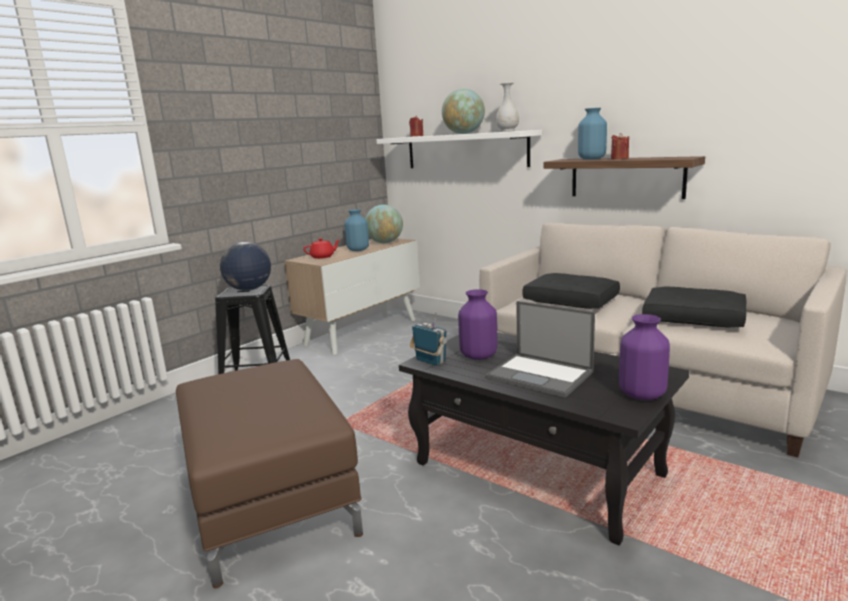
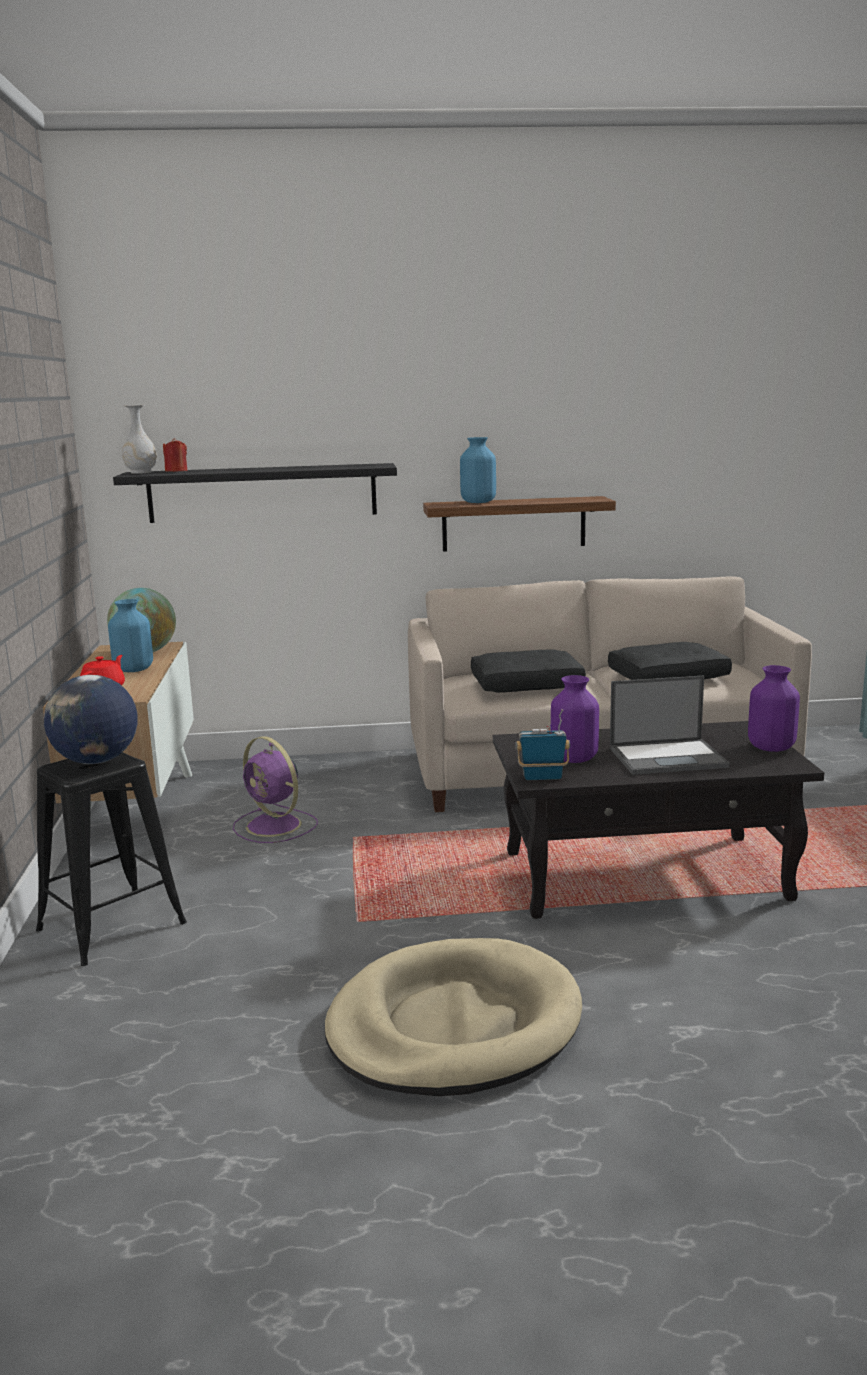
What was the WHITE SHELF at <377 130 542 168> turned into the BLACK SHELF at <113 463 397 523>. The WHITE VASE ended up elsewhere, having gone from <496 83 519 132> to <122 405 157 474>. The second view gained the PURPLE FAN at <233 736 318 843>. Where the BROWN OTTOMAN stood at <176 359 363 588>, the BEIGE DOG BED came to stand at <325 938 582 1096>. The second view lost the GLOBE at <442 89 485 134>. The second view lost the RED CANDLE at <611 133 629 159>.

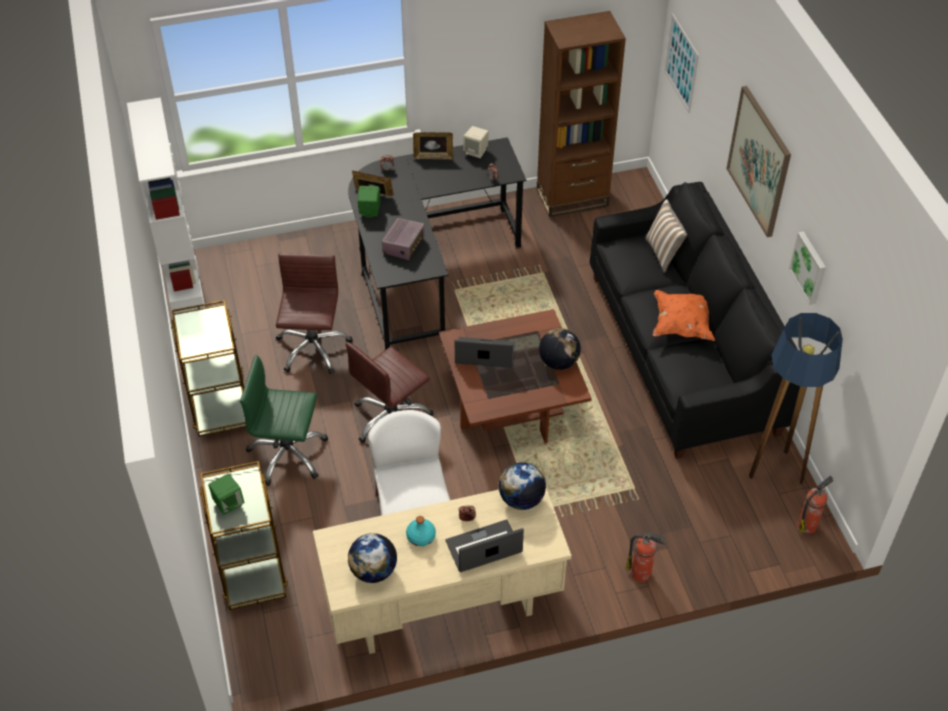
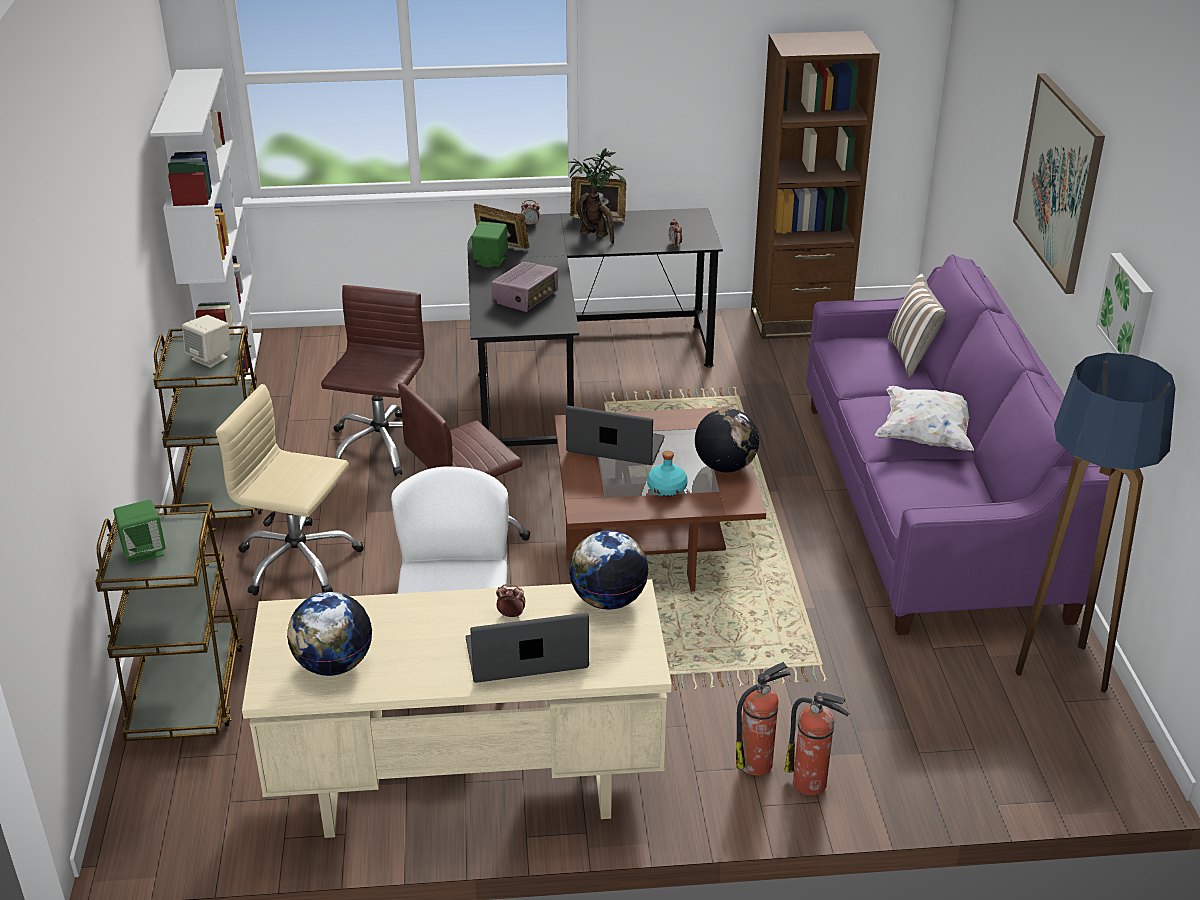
The BEIGE SPEAKER ended up elsewhere, having gone from <463 126 489 158> to <182 315 231 368>. What was the GREEN OFFICE CHAIR at <240 355 328 486> turned into the BEIGE OFFICE CHAIR at <215 384 364 596>. The second view gained the POTTED PLANT at <569 147 626 244>. The TURQUOISE BOTTLE ended up elsewhere, having gone from <406 516 436 546> to <647 451 688 497>. The FIRE EXTINGUISHER ended up elsewhere, having gone from <798 476 833 534> to <736 662 791 776>. What was the BLACK SOFA at <590 182 800 459> turned into the PURPLE SOFA at <806 254 1109 635>. What was the ORANGE PILLOW at <653 290 715 341> turned into the WHITE PILLOW at <875 386 974 451>. The second view lost the PICTURE at <664 13 699 113>.

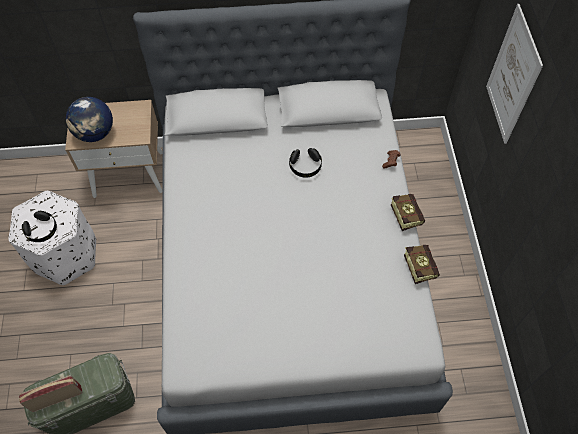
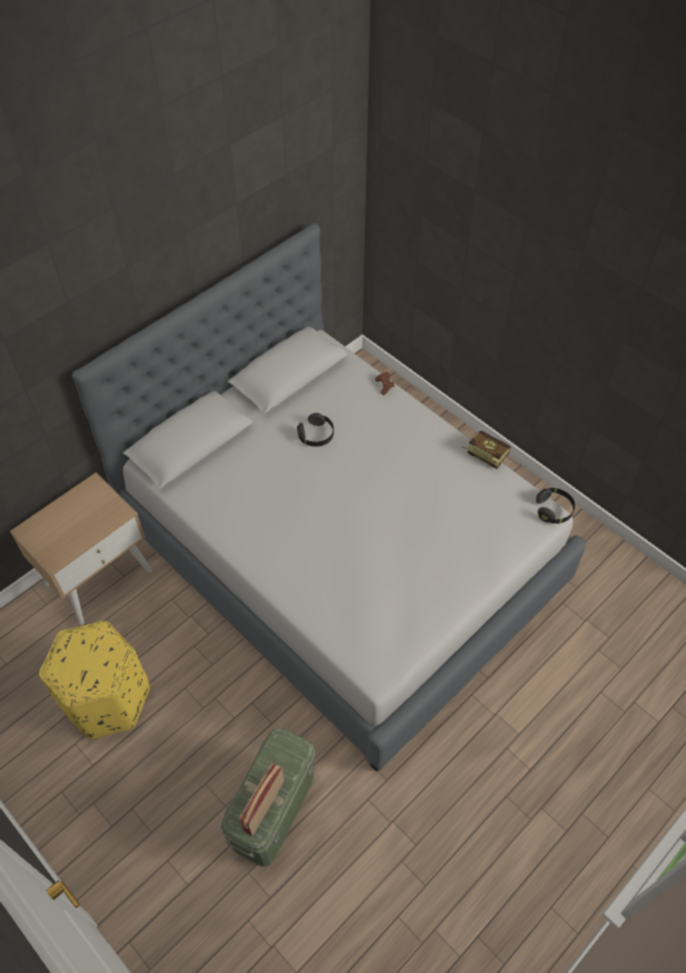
What was the WHITE OTTOMAN at <8 191 96 285> turned into the YELLOW OTTOMAN at <39 621 150 739>. The BLACK HEADPHONES ended up elsewhere, having gone from <22 211 57 242> to <536 488 575 524>. The second view lost the GLOBE at <66 97 113 142>. The second view lost the BOOK at <391 194 425 231>. The second view lost the PICTURE at <486 4 543 144>.

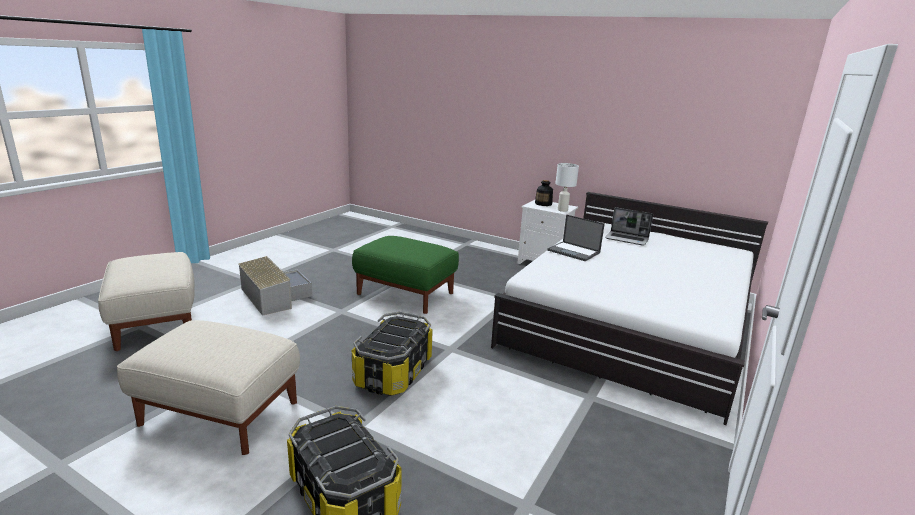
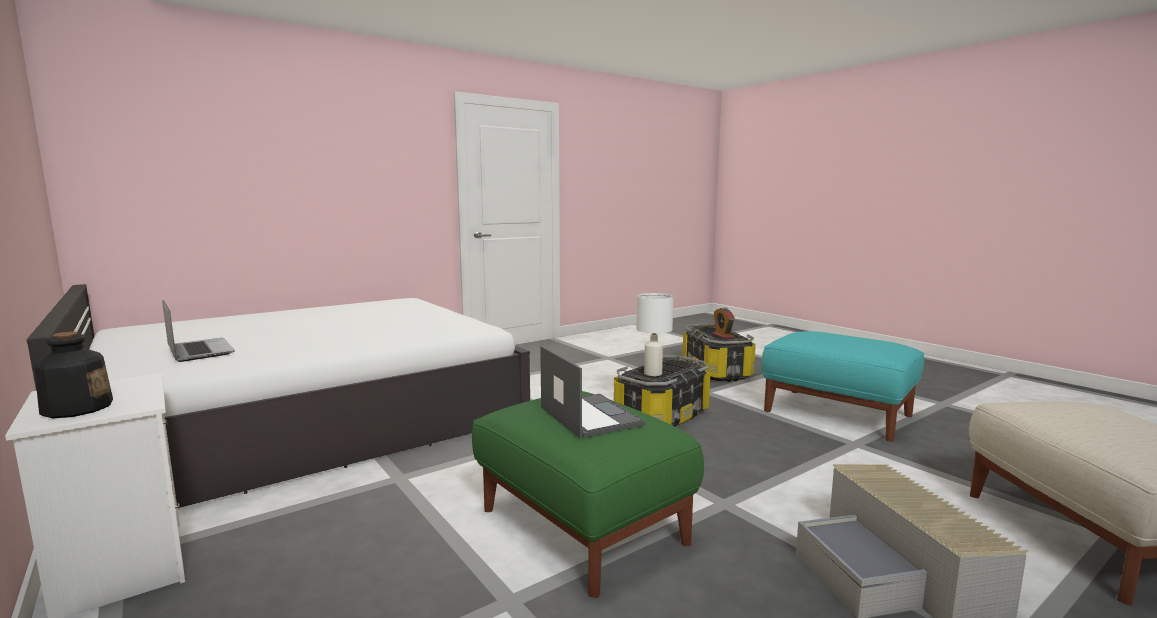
The LAPTOP ended up elsewhere, having gone from <547 214 605 261> to <540 346 645 439>. The WHITE TABLE LAMP ended up elsewhere, having gone from <555 163 579 212> to <636 293 673 376>. The second view gained the ALARM CLOCK at <712 307 735 339>. What was the BEIGE OTTOMAN at <117 320 300 455> turned into the TURQUOISE OTTOMAN at <761 331 924 441>.

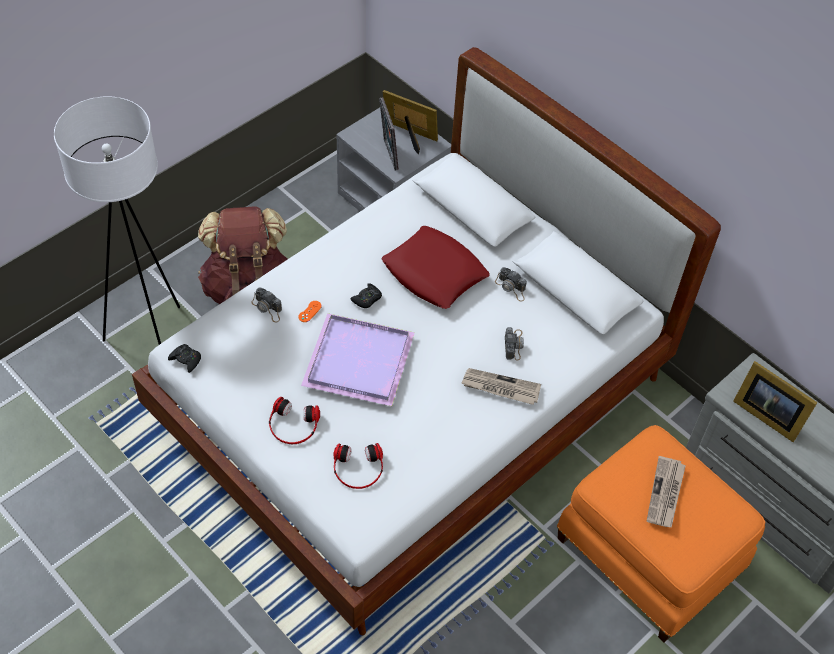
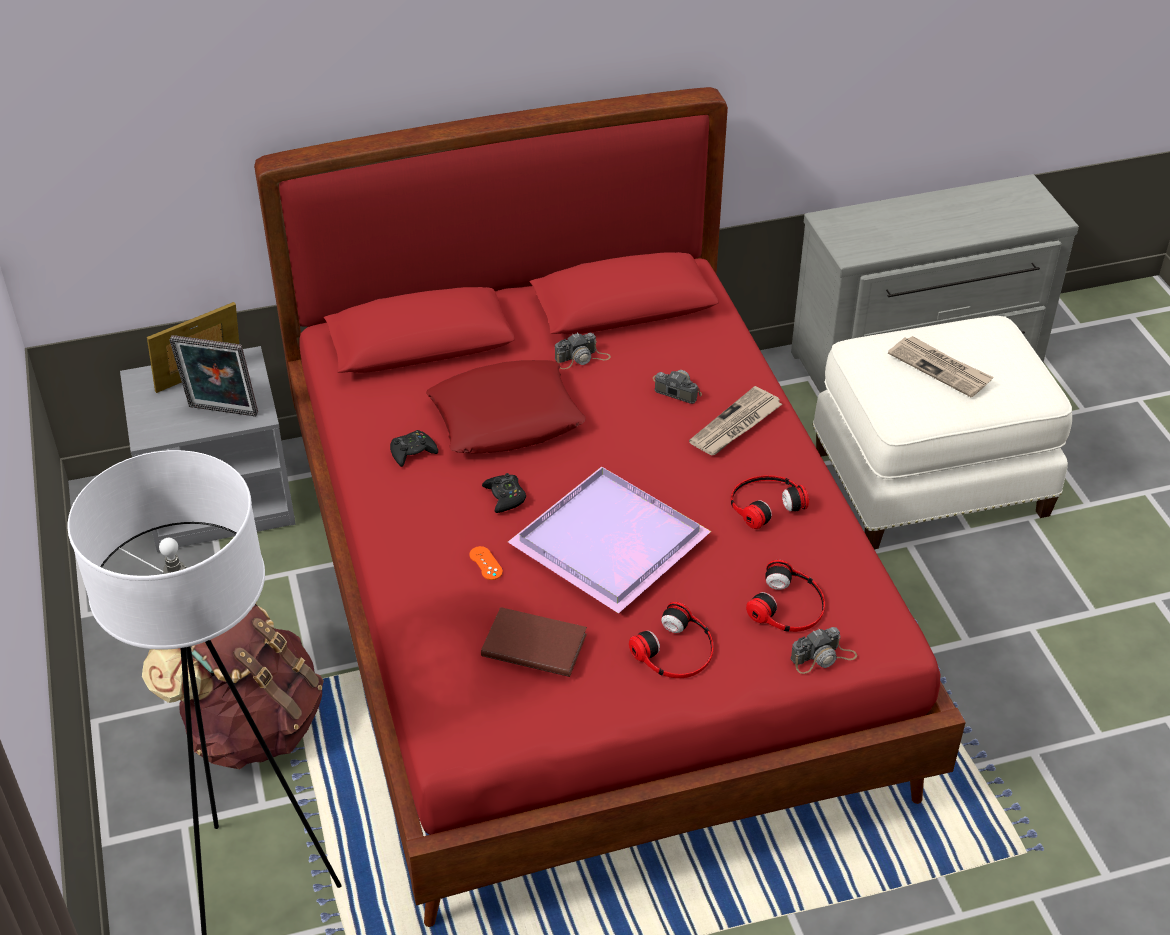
What was the WHITE BED at <132 47 721 635> turned into the RED BED at <254 87 966 927>. The BLACK GAME CONTROLLER ended up elsewhere, having gone from <168 344 201 373> to <390 430 438 467>. The second view gained the BROWN BOOK at <481 607 587 677>. The second view gained the HEADPHONES at <731 475 809 529>. The PHOTO CAMERA ended up elsewhere, having gone from <251 287 282 322> to <790 627 857 674>. What was the ORANGE OTTOMAN at <557 425 765 643> turned into the WHITE OTTOMAN at <812 316 1072 549>. The second view lost the PICTURE FRAME at <733 361 818 442>.

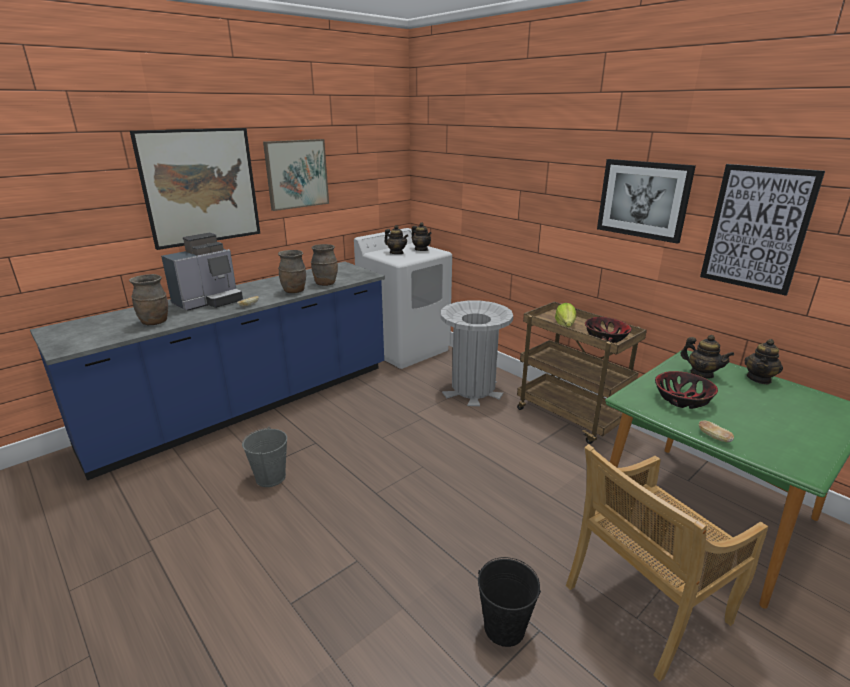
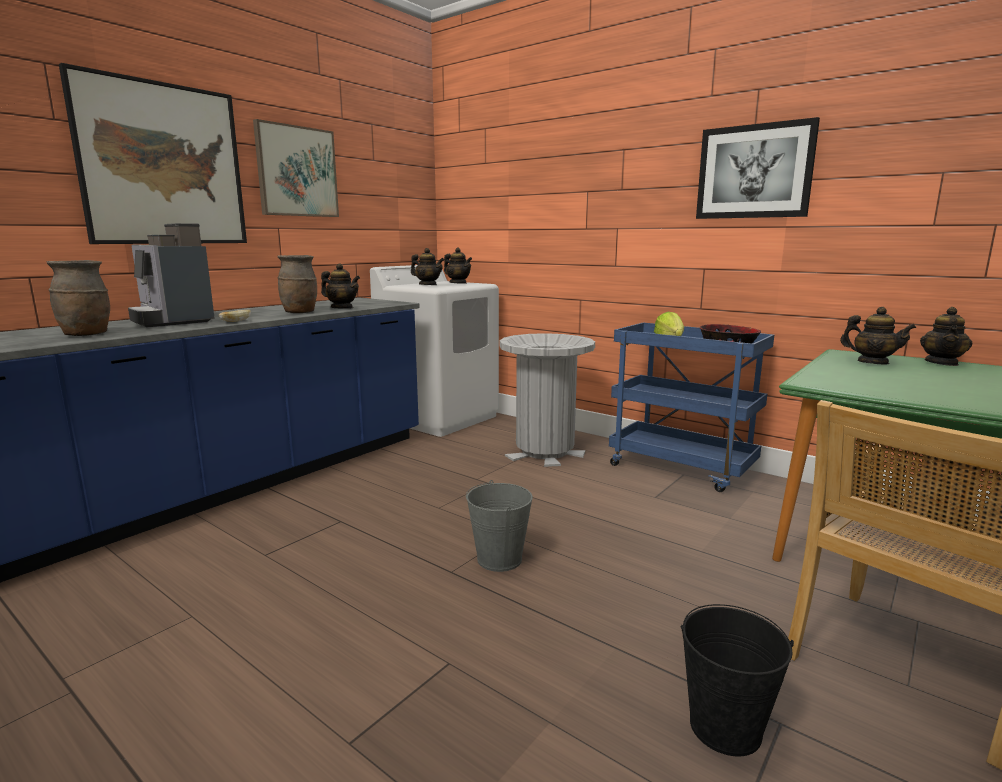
The COFFEE MACHINE at <161 233 243 311> ended up facing another way, 105 degrees clockwise from before. Where the BROWN VASE stood at <311 244 338 286>, the TEAPOT came to stand at <321 263 360 309>. The GREY BUCKET ended up elsewhere, having gone from <242 427 287 487> to <466 480 533 572>. What was the BROWN CART at <517 302 647 444> turned into the BLUE CART at <609 323 774 492>. The second view lost the BOWL at <655 371 718 409>. The second view lost the BREAD at <698 420 734 442>. The second view lost the PICTURE at <700 164 825 296>.

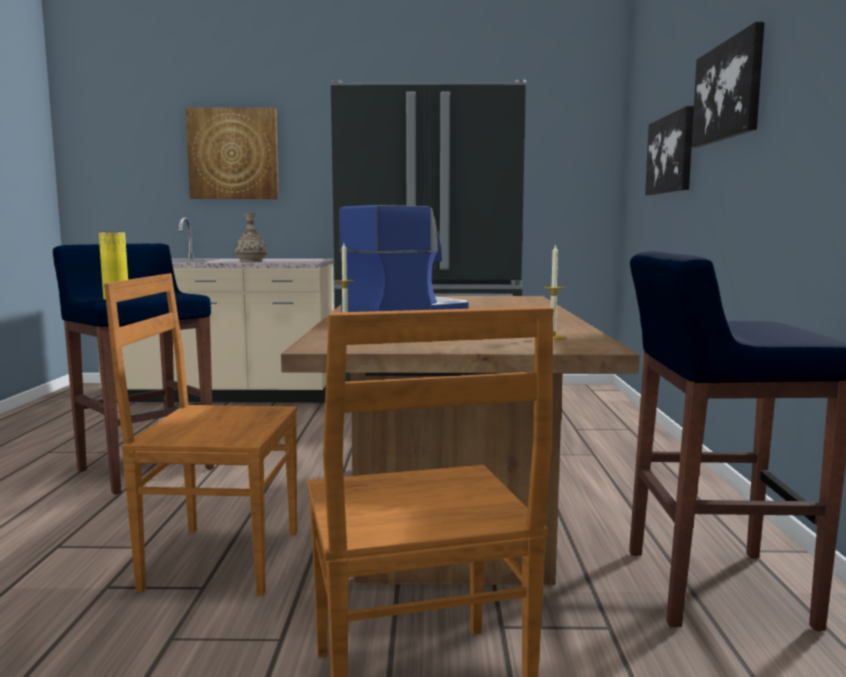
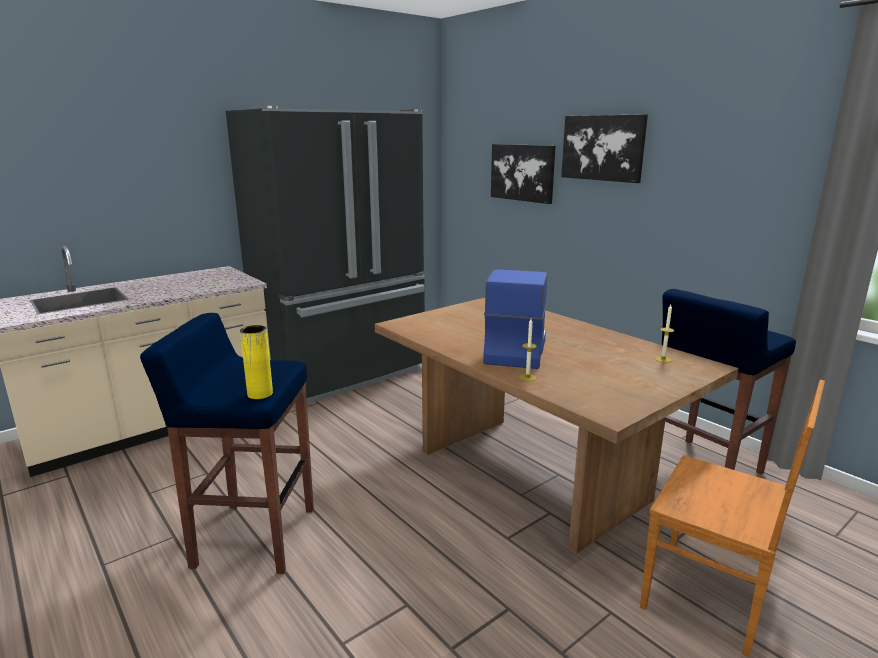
The second view lost the BROWN CHAIR at <104 273 297 596>. The second view lost the PICTURE at <186 107 279 199>. The second view lost the VASE at <235 213 267 262>.

